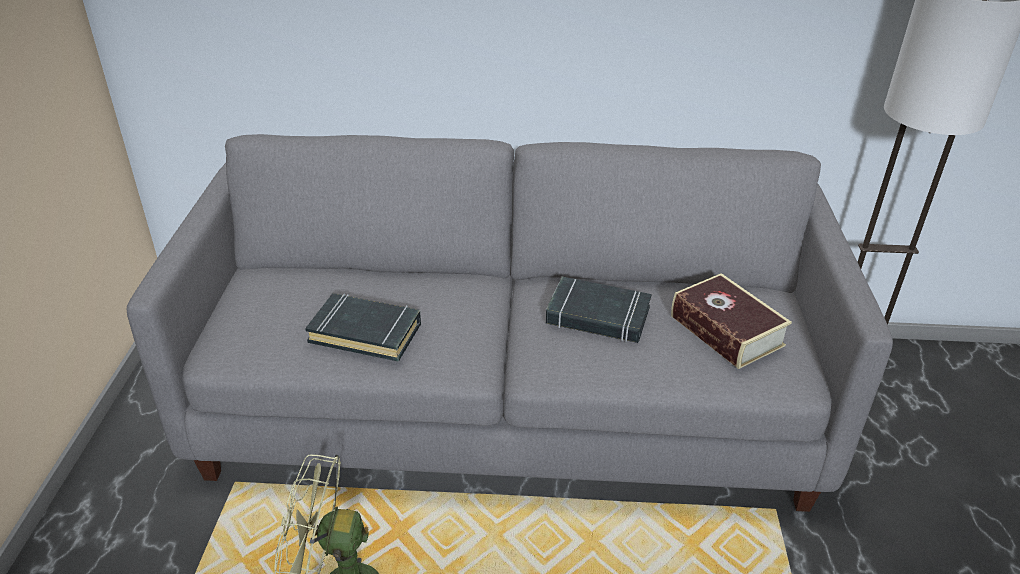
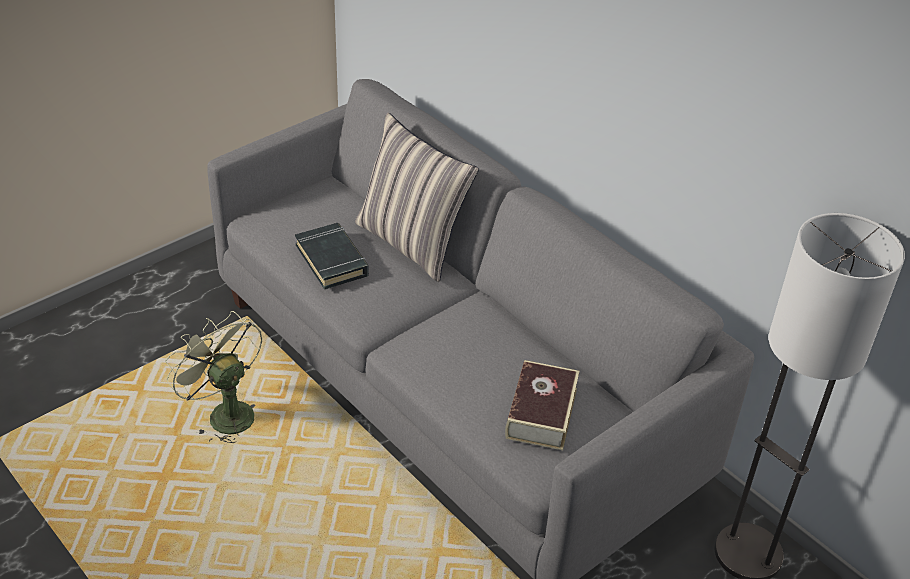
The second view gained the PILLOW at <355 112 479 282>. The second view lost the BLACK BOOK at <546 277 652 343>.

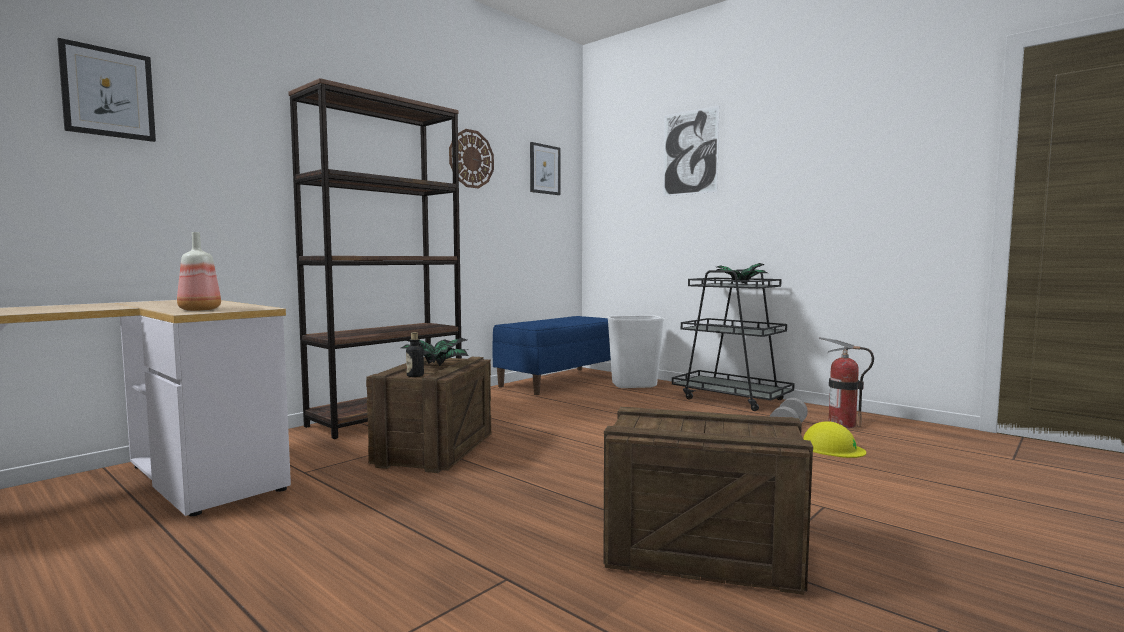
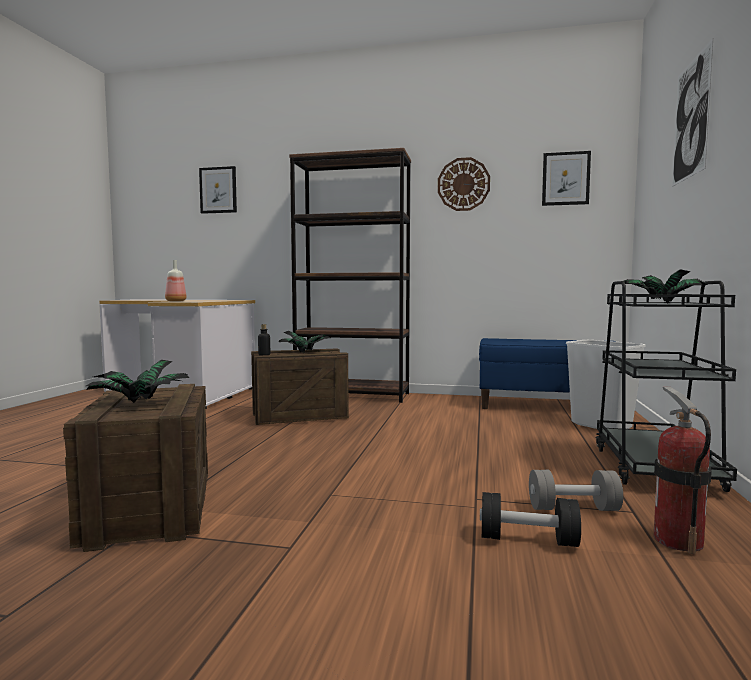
The second view gained the POTTED PLANT at <86 360 190 403>. Where the YELLOW HARD HAT stood at <803 421 866 458>, the BLACK DUMBBELL came to stand at <480 492 581 547>.

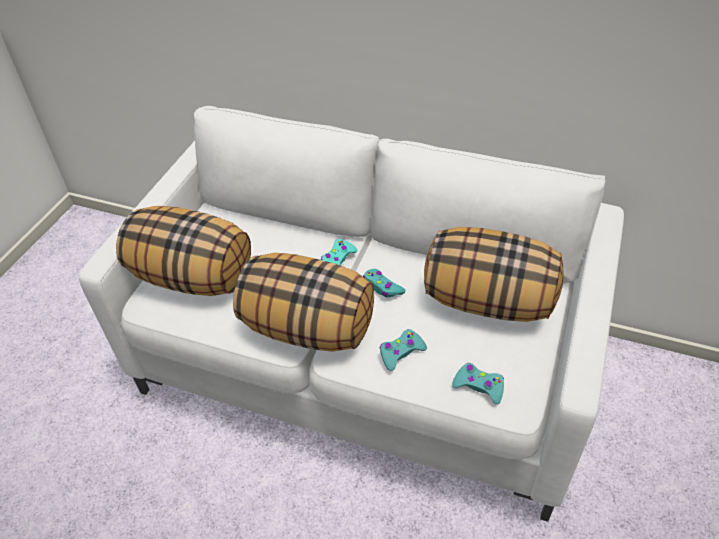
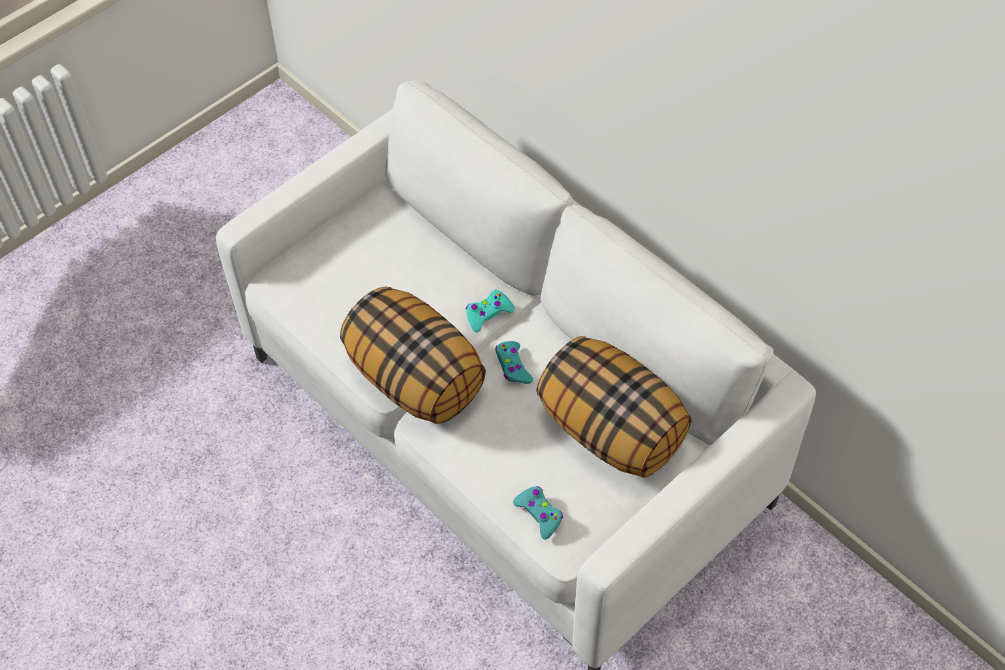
The second view lost the PILLOW at <116 206 251 296>. The second view lost the TURQUOISE GAME CONTROLLER at <380 329 427 371>.

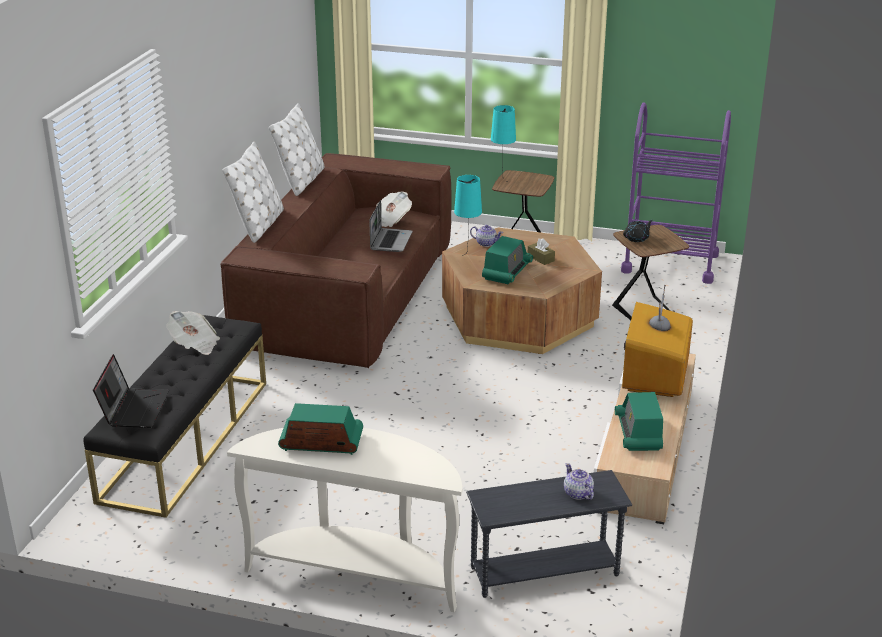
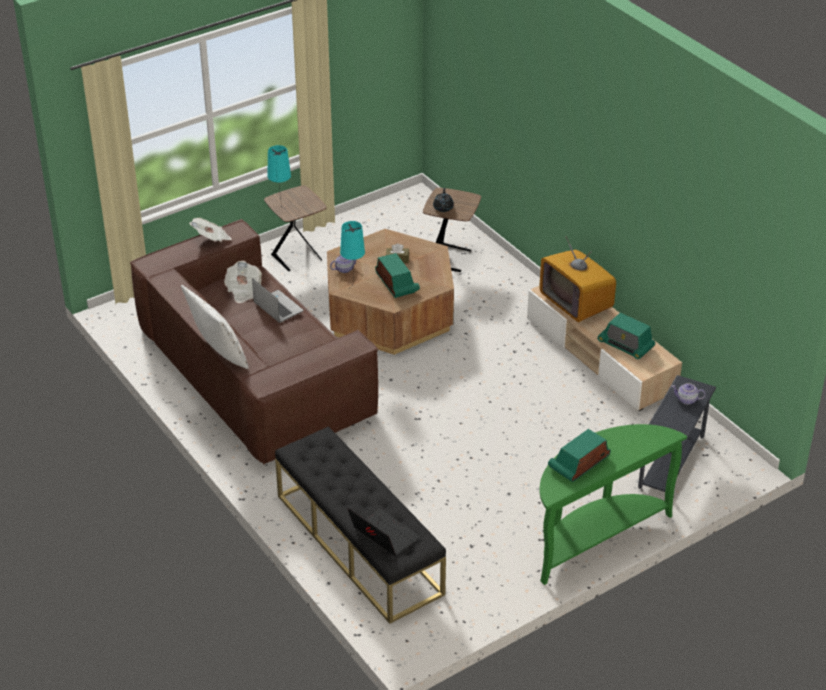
The NEWSPAPER ended up elsewhere, having gone from <166 311 220 355> to <189 218 232 242>. What was the WHITE CONSOLE TABLE at <227 428 462 612> turned into the GREEN CONSOLE TABLE at <540 424 687 585>. The second view lost the WHITE PILLOW at <269 103 325 196>. The second view lost the PURPLE CART at <621 102 731 284>.

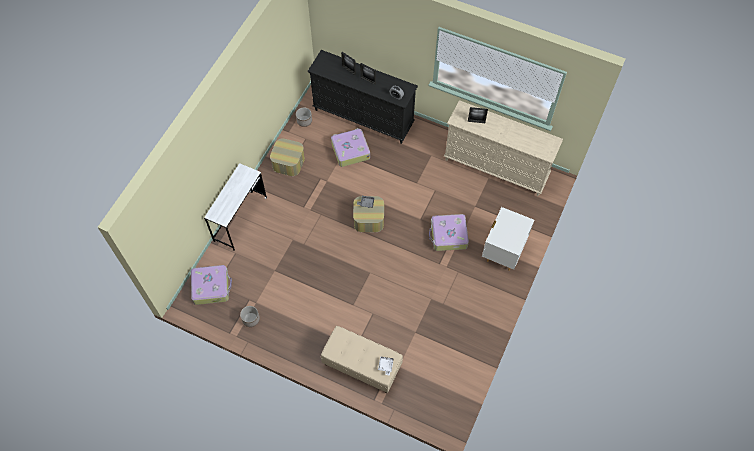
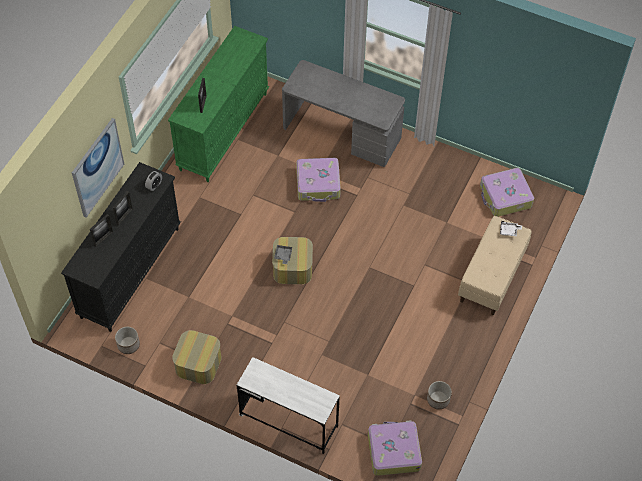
The second view gained the PICTURE at <72 118 124 218>. What was the BEIGE DRESSER at <444 100 563 196> turned into the GREEN DRESSER at <168 26 270 182>. Where the WHITE NIGHTSTAND stood at <482 207 534 271>, the GREY DESK came to stand at <282 60 405 167>. The SUITCASE ended up elsewhere, having gone from <331 128 370 167> to <480 168 534 217>.

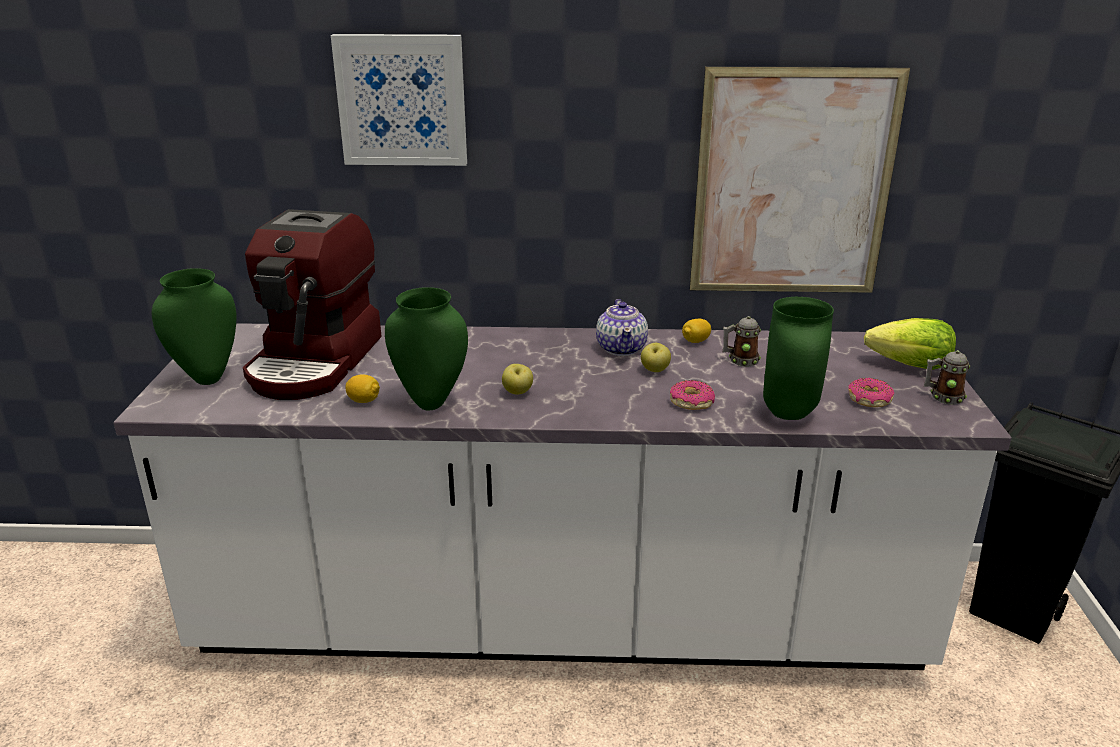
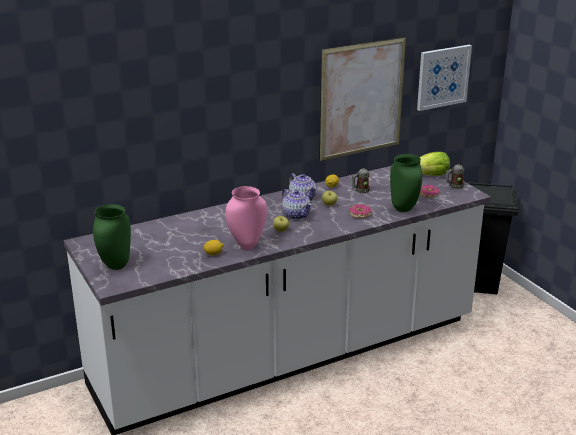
What was the GREEN VASE at <385 287 468 410> turned into the PINK VASE at <225 186 267 250>. The second view gained the TEAPOT at <281 189 312 220>. The PICTURE ended up elsewhere, having gone from <331 34 467 166> to <417 45 472 111>. The second view lost the COFFEE MACHINE at <243 209 382 400>.

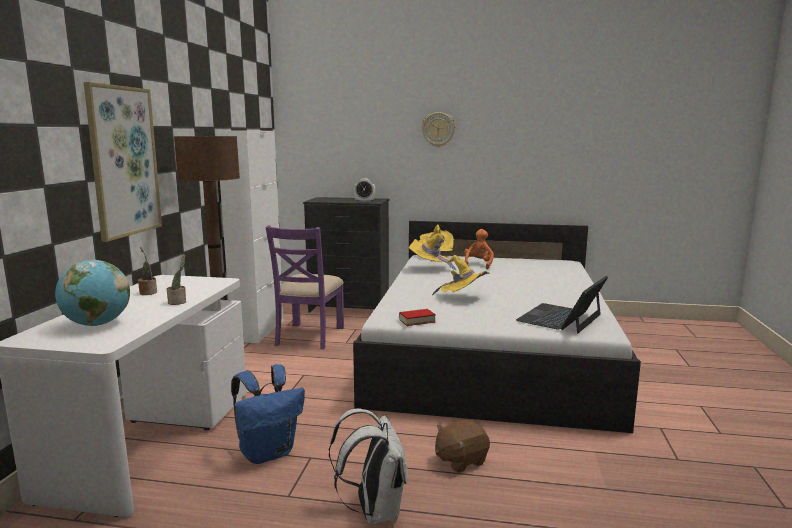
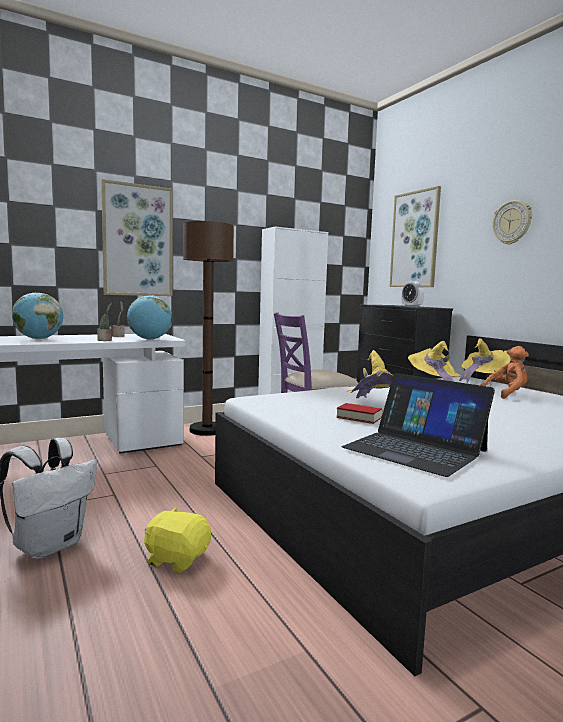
The second view gained the GLOBE at <127 296 172 340>. What was the BROWN PLUSH TOY at <435 420 490 473> turned into the YELLOW PLUSH TOY at <144 507 211 573>. The BOOK ended up elsewhere, having gone from <399 309 436 326> to <336 403 382 424>. The LAPTOP at <516 276 608 333> ended up facing another way, 135 degrees counterclockwise from before. The second view gained the PICTURE at <390 186 441 287>. The second view lost the BLUE BACKPACK at <231 364 305 464>.

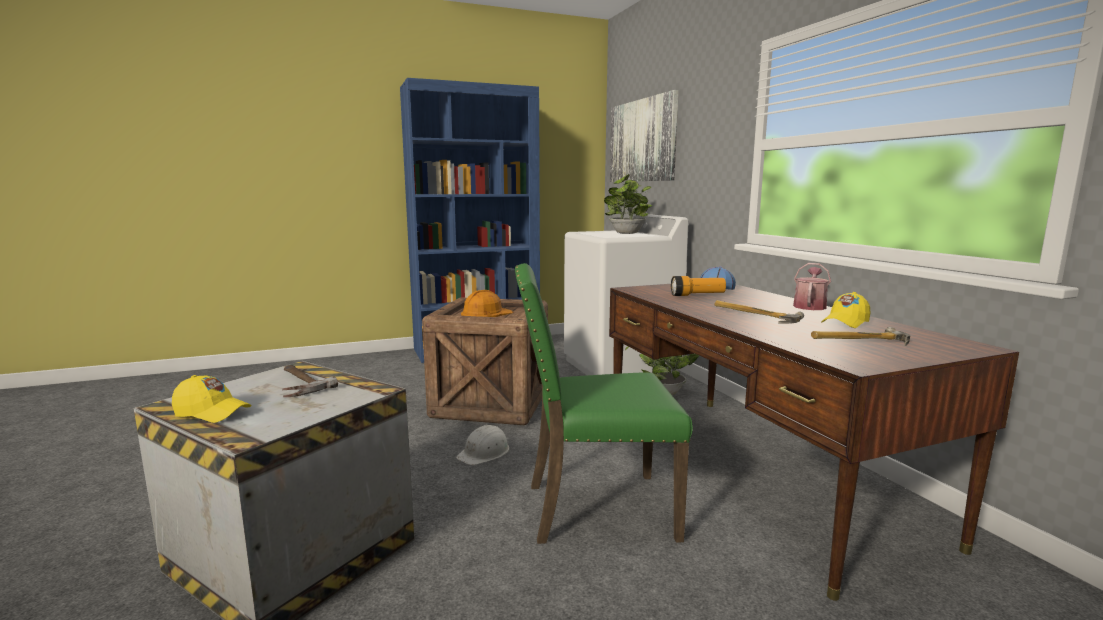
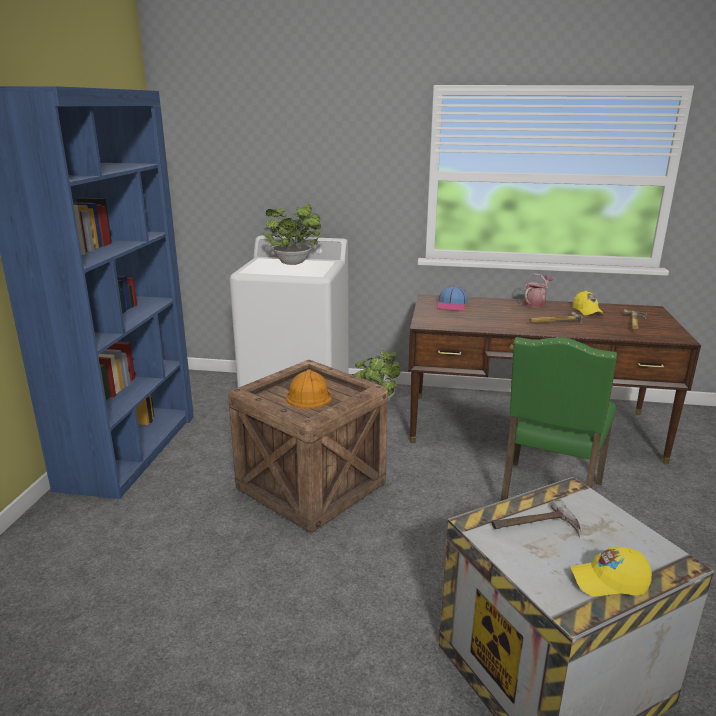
The WATERING CAN at <793 263 831 310> ended up facing another way, 75 degrees clockwise from before. The YELLOW CAP at <172 375 251 423> ended up facing another way, 135 degrees counterclockwise from before. The second view lost the WHITE HARD HAT at <456 425 509 465>. The second view lost the PICTURE at <610 90 679 182>. The second view lost the FLASHLIGHT at <671 276 726 296>.

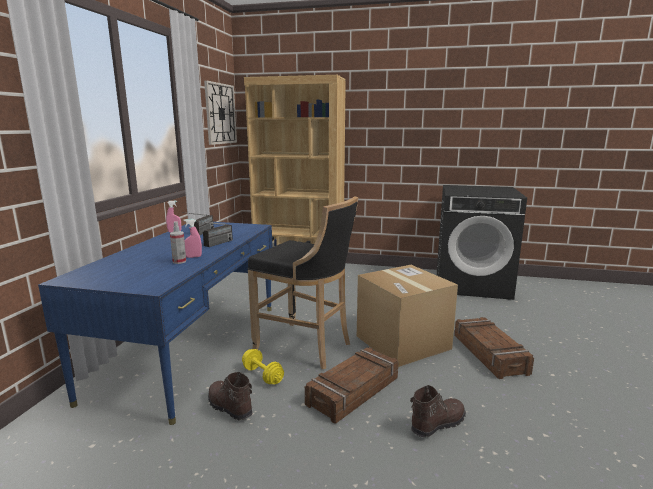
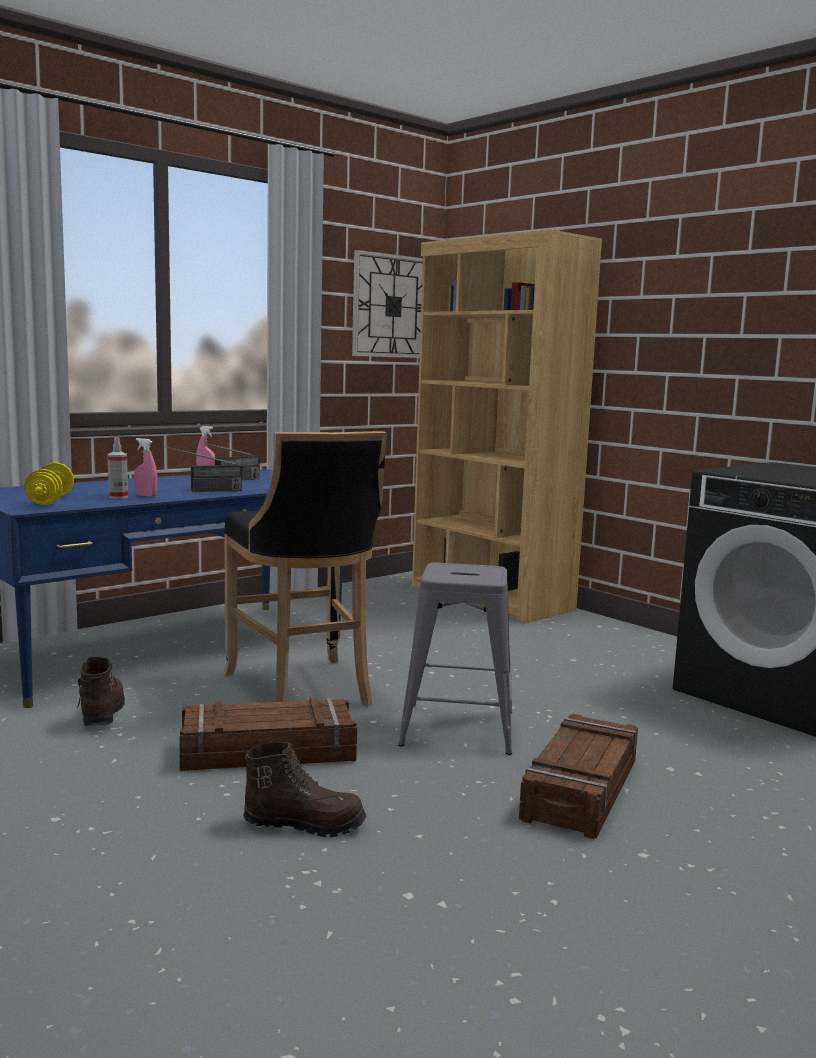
The YELLOW DUMBBELL ended up elsewhere, having gone from <242 349 284 384> to <24 463 74 505>. Where the CARDBOARD BOX stood at <357 265 458 367>, the GREY STOOL came to stand at <398 563 512 755>.

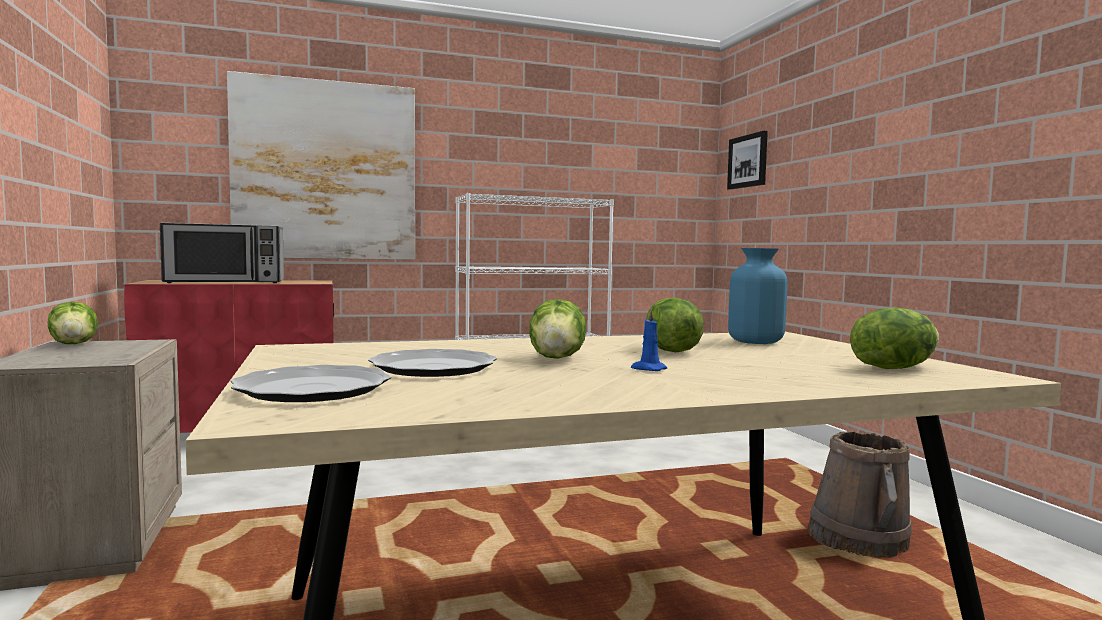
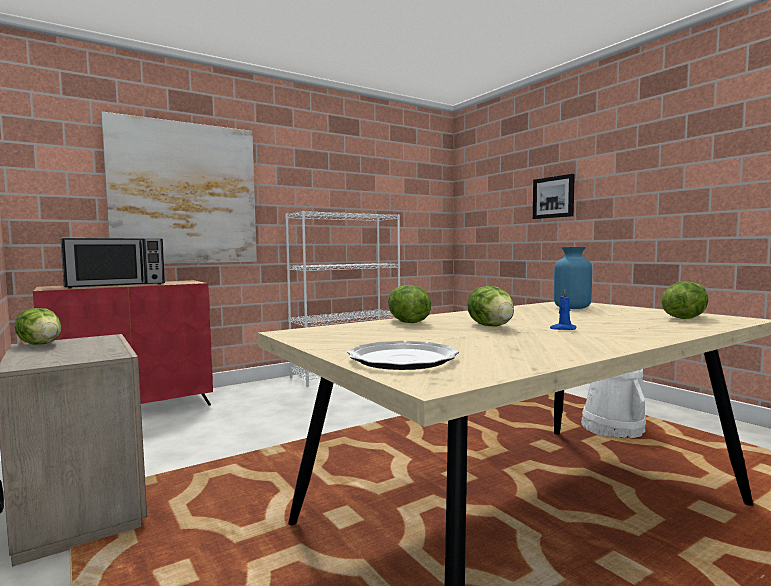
The LETTUCE ended up elsewhere, having gone from <646 297 704 352> to <388 285 431 323>. The PICTURE ended up elsewhere, having gone from <727 131 768 190> to <533 174 575 219>. What was the BROWN BUCKET at <808 431 912 558> turned into the WHITE BUCKET at <581 369 646 438>. The second view lost the PLATE at <368 349 497 377>.

